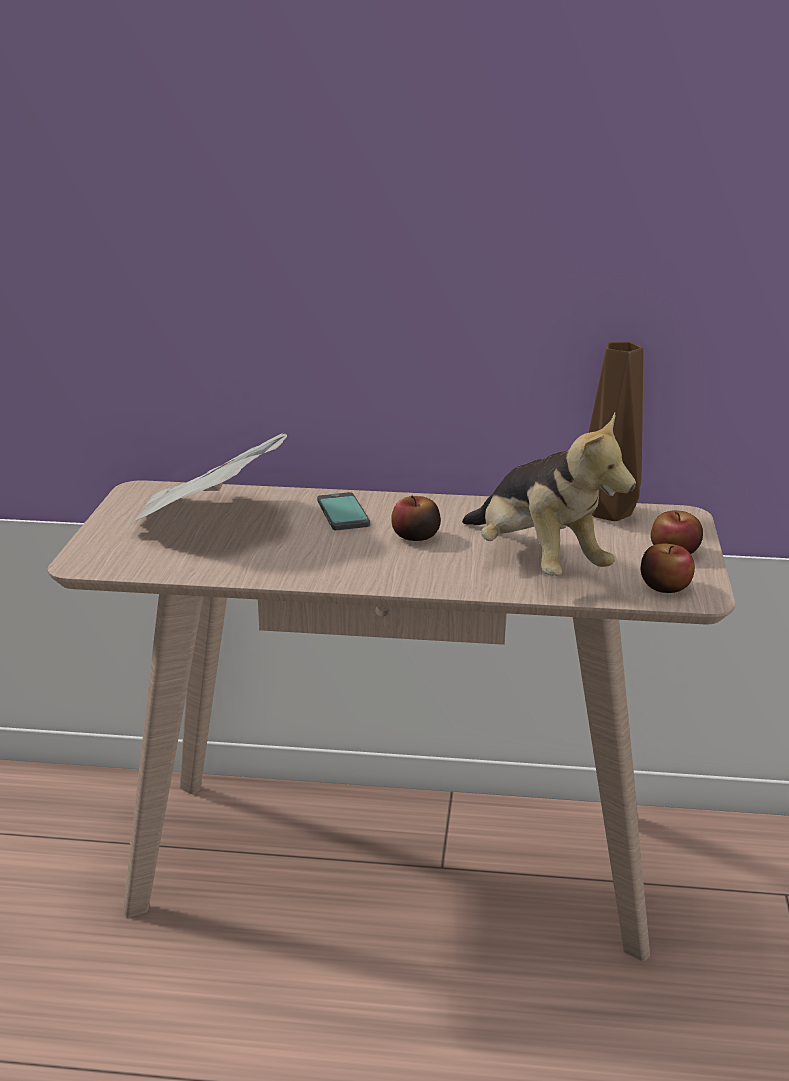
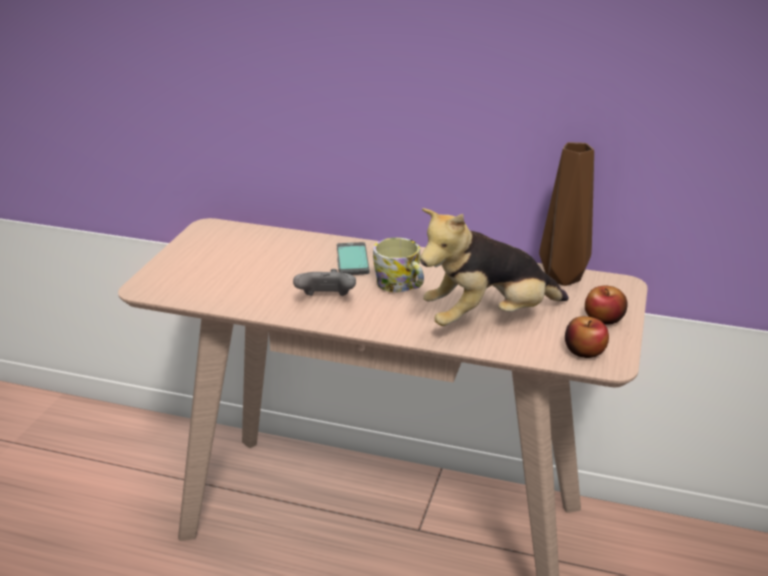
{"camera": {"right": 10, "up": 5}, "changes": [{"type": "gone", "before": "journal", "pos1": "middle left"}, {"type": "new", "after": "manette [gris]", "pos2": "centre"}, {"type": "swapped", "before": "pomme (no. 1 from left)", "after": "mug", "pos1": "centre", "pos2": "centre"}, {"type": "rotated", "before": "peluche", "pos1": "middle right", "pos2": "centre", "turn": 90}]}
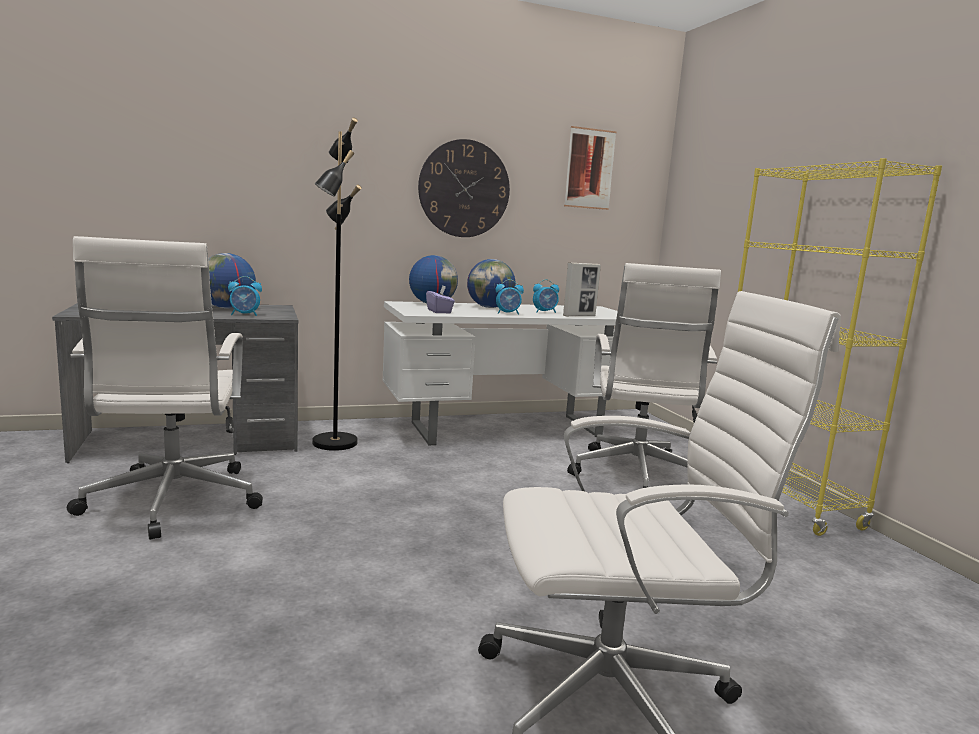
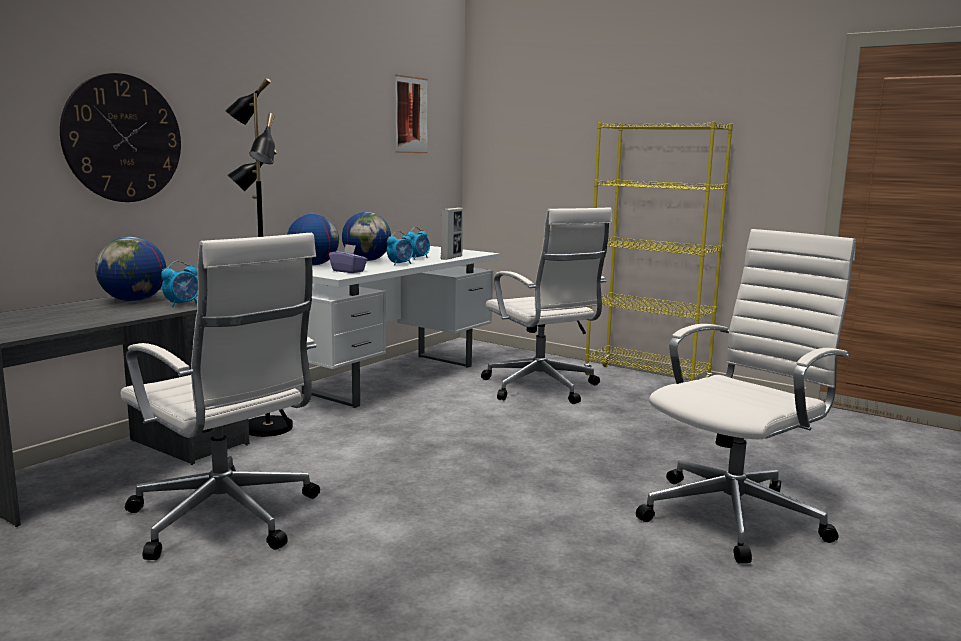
{"camera": {"right": -35, "up": 0}, "changes": [{"type": "shifted", "before": "horloge murale", "pos1": "top centre", "pos2": "top left"}]}
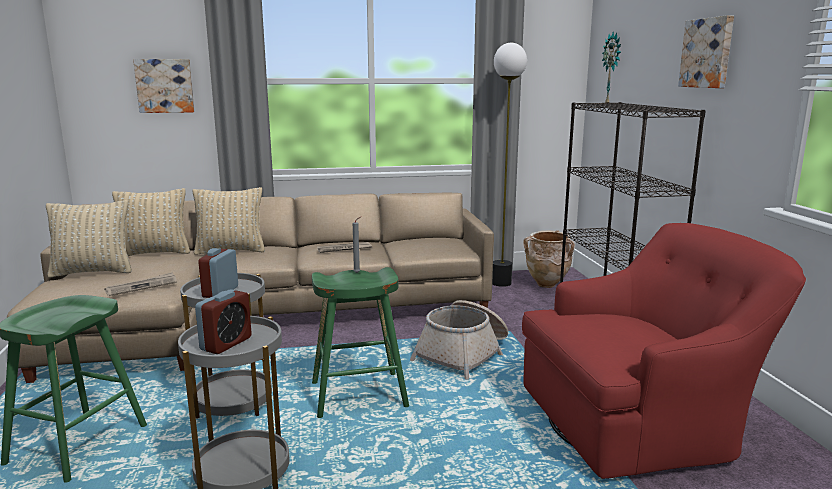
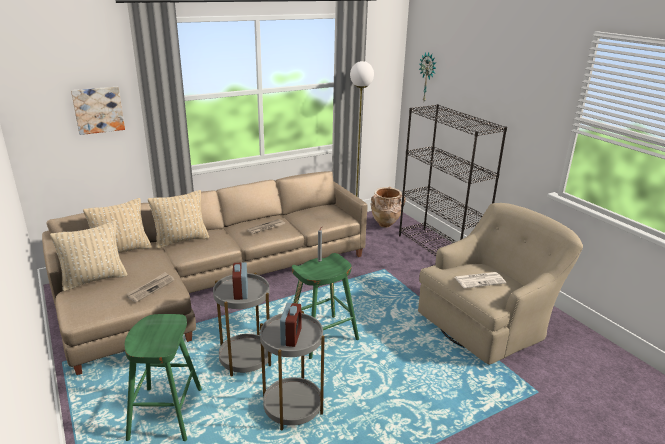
{"camera": {"right": -20, "up": 10}, "changes": [{"type": "gone", "before": "panier", "pos1": "bottom centre"}, {"type": "gone", "before": "tableau (no. 2 from left)", "pos1": "top right"}, {"type": "new", "after": "journal (no. 3 from left)", "pos2": "middle right"}, {"type": "repainted", "before": "fauteuil [rouge]", "after": "fauteuil [beige]", "pos1": "bottom right", "pos2": "middle right"}]}
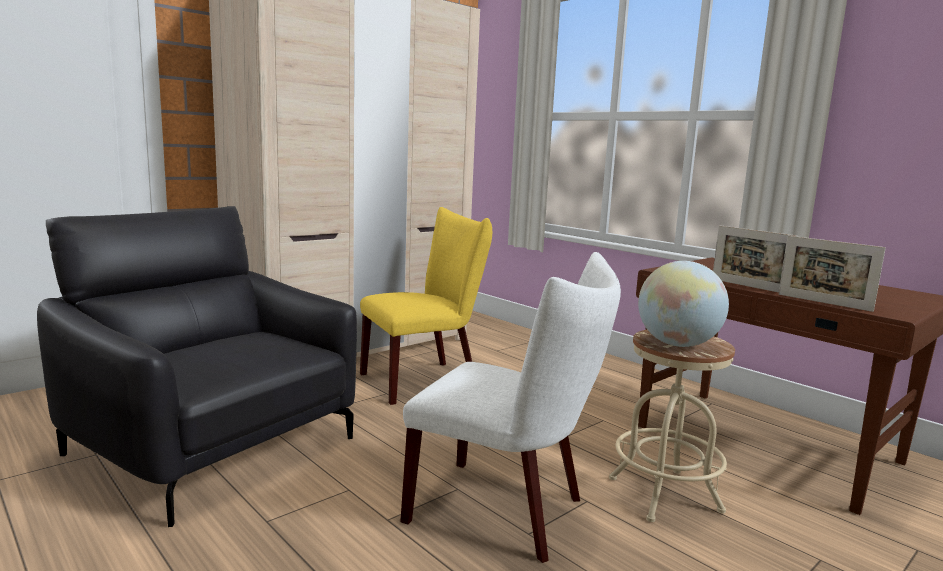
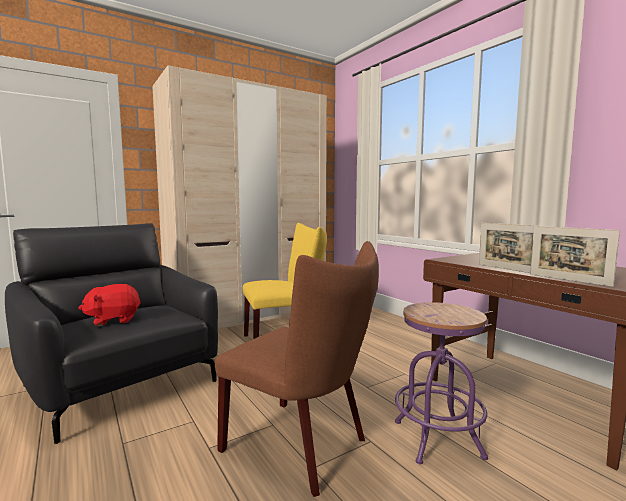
{"camera": {"right": 10, "up": -5}, "changes": [{"type": "gone", "before": "globe", "pos1": "middle right"}, {"type": "new", "after": "peluche [rouge]", "pos2": "middle left"}, {"type": "repainted", "before": "chaise [blanc]", "after": "chaise [marron]", "pos1": "bottom centre", "pos2": "bottom centre"}, {"type": "repainted", "before": "tabouret [beige]", "after": "tabouret [violet]", "pos1": "bottom right", "pos2": "bottom right"}]}
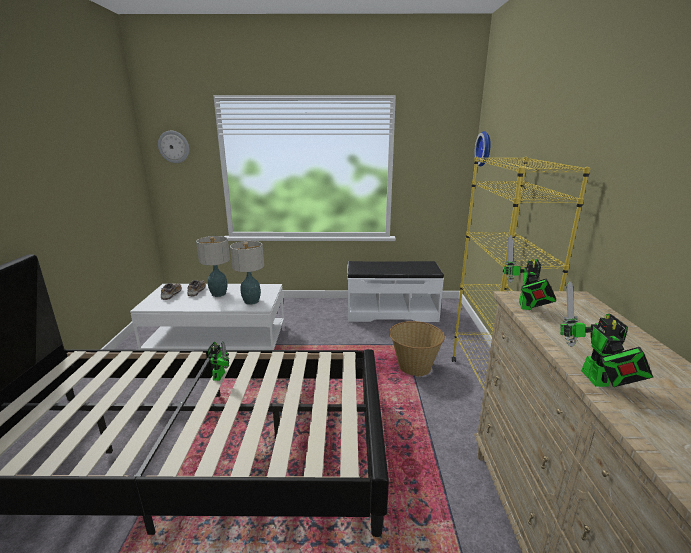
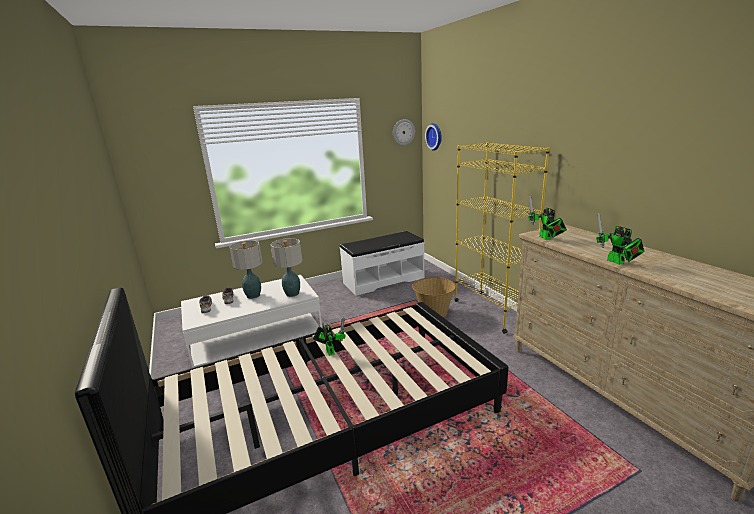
{"camera": {"right": -25, "up": 0}, "changes": [{"type": "shifted", "before": "horloge murale (no. 1 from left)", "pos1": "top left", "pos2": "top centre"}]}
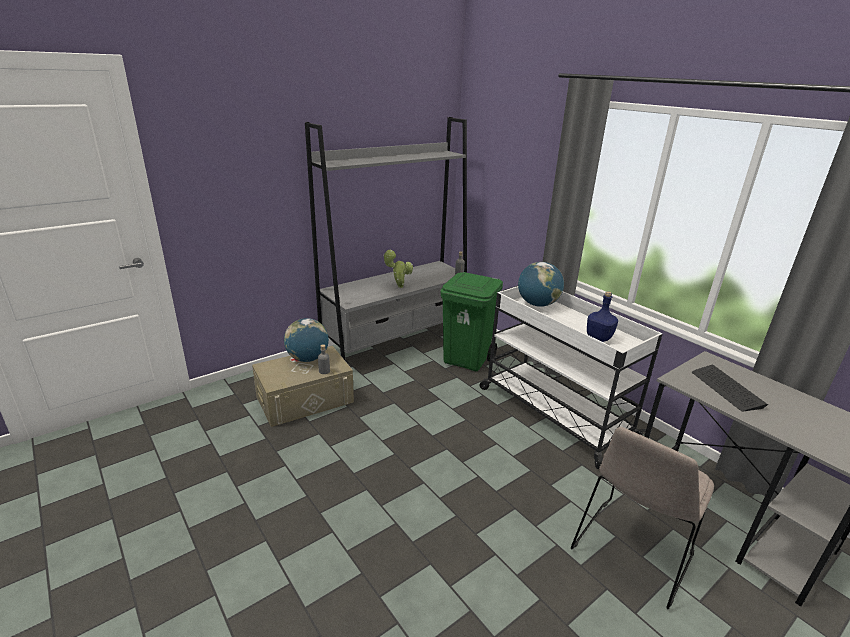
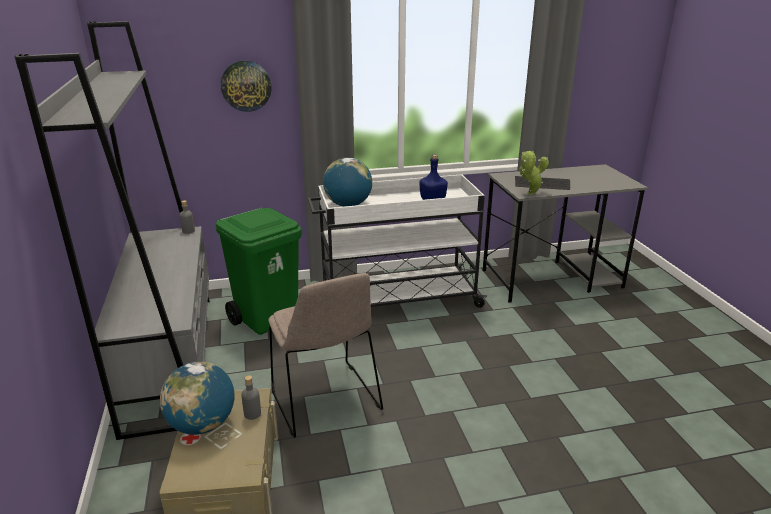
{"camera": {"right": -65, "up": 0}, "changes": [{"type": "new", "after": "horloge murale", "pos2": "top left"}, {"type": "shifted", "before": "plante en pot", "pos1": "centre", "pos2": "middle right"}, {"type": "shifted", "before": "chaise [beige]", "pos1": "bottom right", "pos2": "bottom centre"}]}
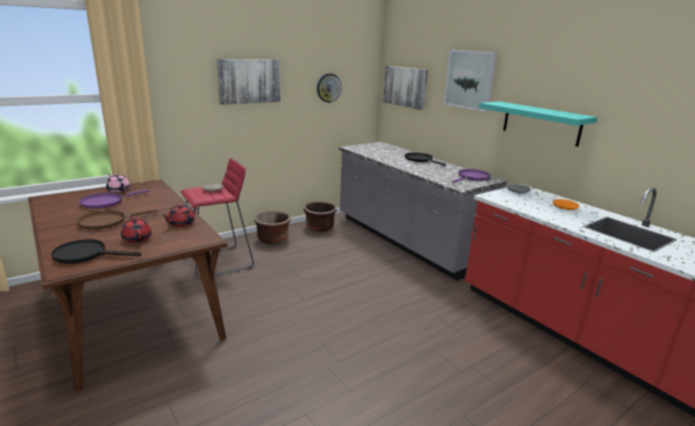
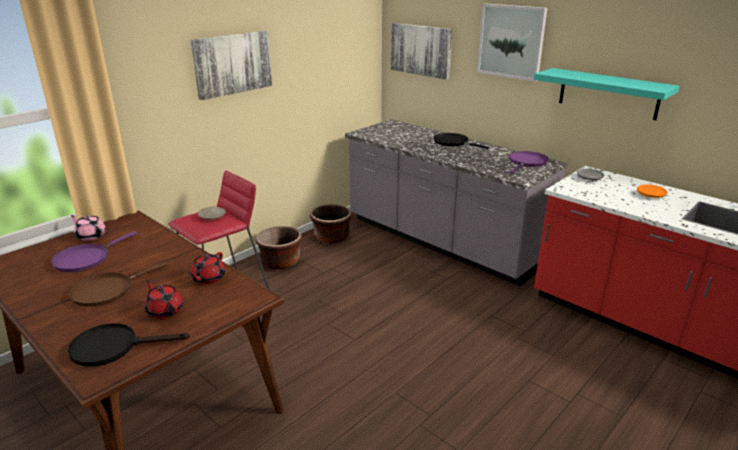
{"camera": {"right": -10, "up": 5}, "changes": [{"type": "gone", "before": "horloge murale", "pos1": "top centre"}]}
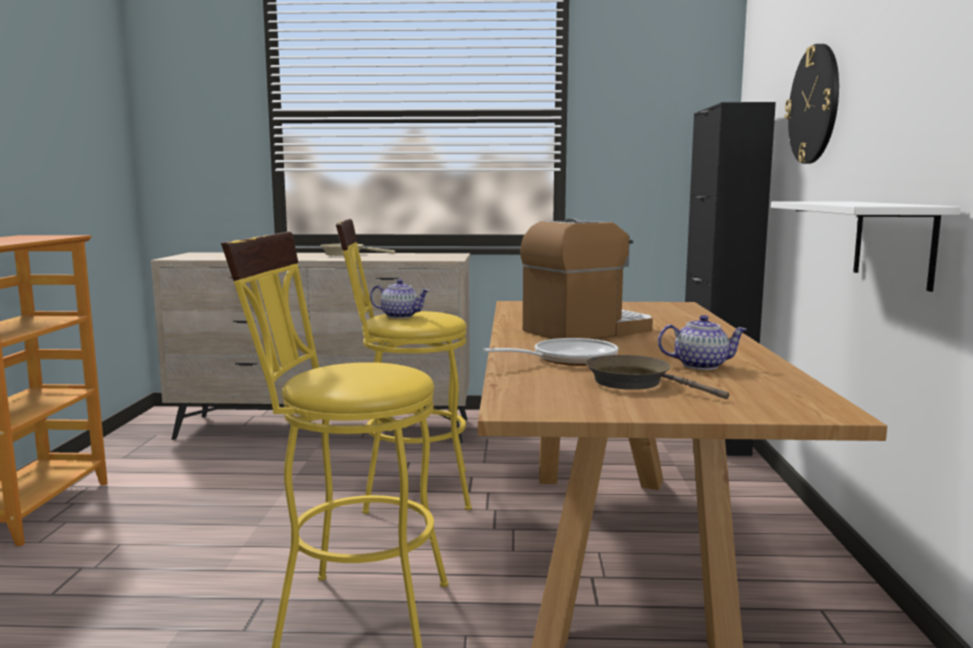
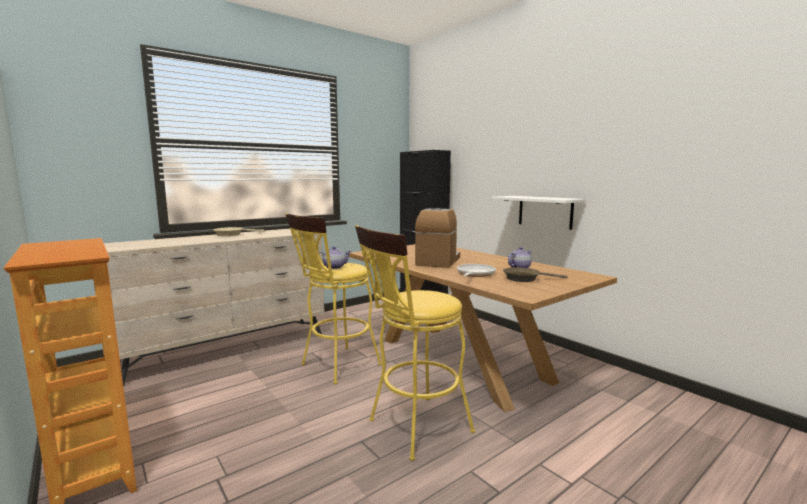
{"camera": {"right": -40, "up": 0}, "changes": [{"type": "gone", "before": "horloge murale", "pos1": "top right"}]}
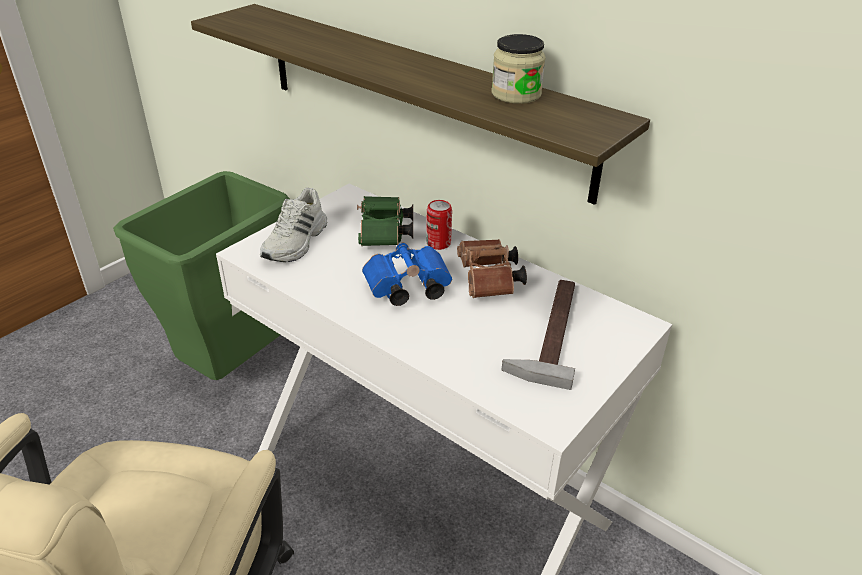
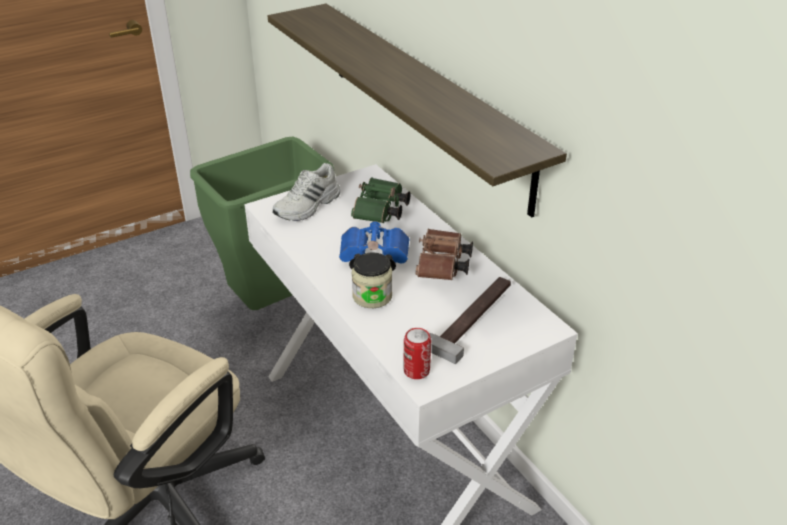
{"camera": {"right": 20, "up": 0}, "changes": [{"type": "shifted", "before": "boîte métallique", "pos1": "centre", "pos2": "bottom centre"}, {"type": "shifted", "before": "bocal", "pos1": "top centre", "pos2": "centre"}]}
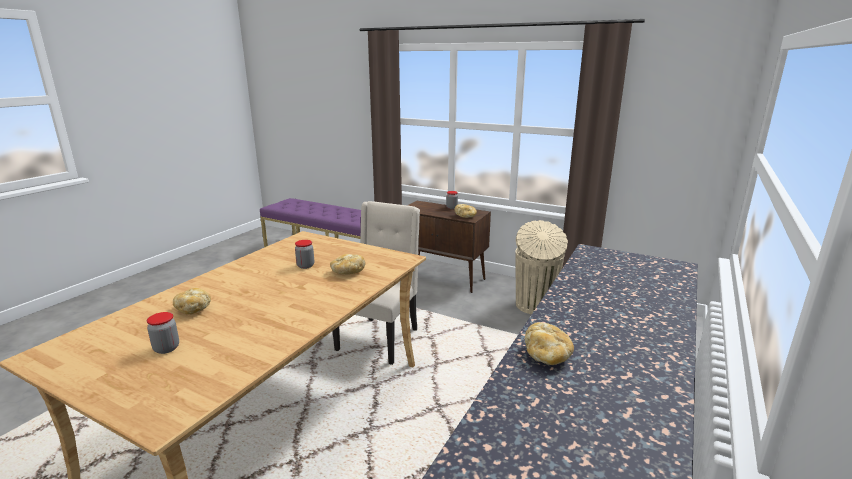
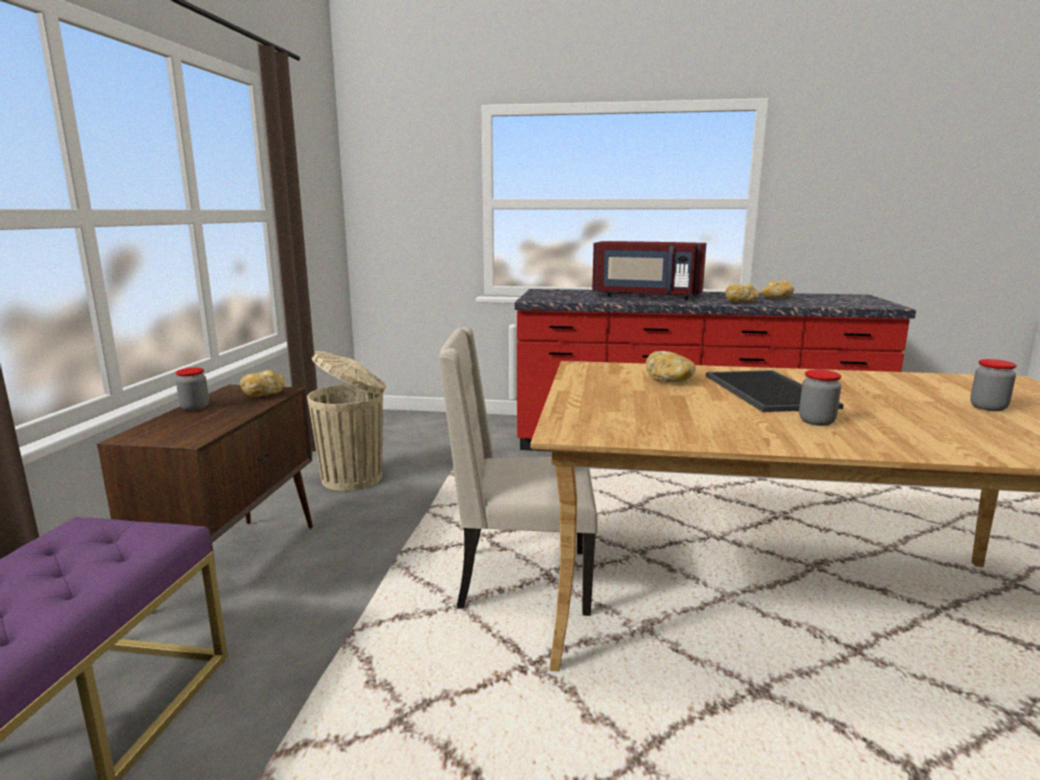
{"camera": {"right": -110, "up": -5}, "changes": [{"type": "new", "after": "micro-ondes [rouge]", "pos2": "centre"}, {"type": "new", "after": "plateau", "pos2": "middle right"}, {"type": "shifted", "before": "pain (no. 1 from left in the first image)", "after": "pain (no. 4 from left)", "pos1": "middle left", "pos2": "middle right"}, {"type": "shifted", "before": "bocal (no. 2 from left)", "pos1": "centre", "pos2": "middle right"}]}
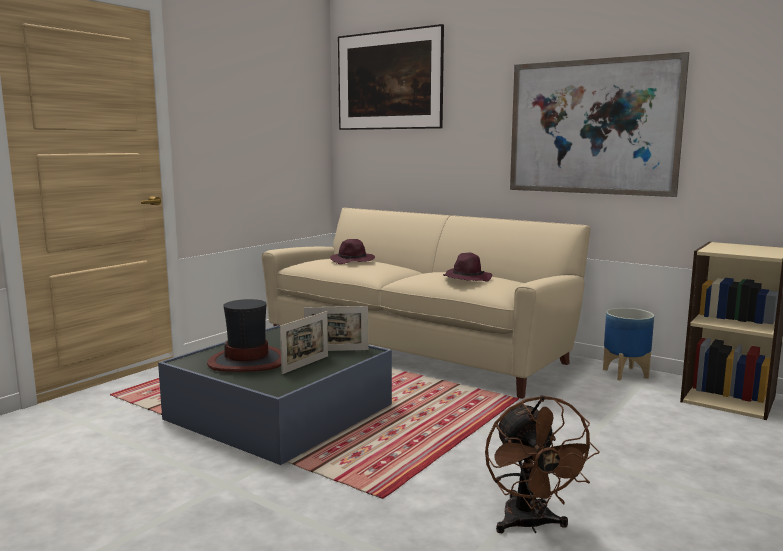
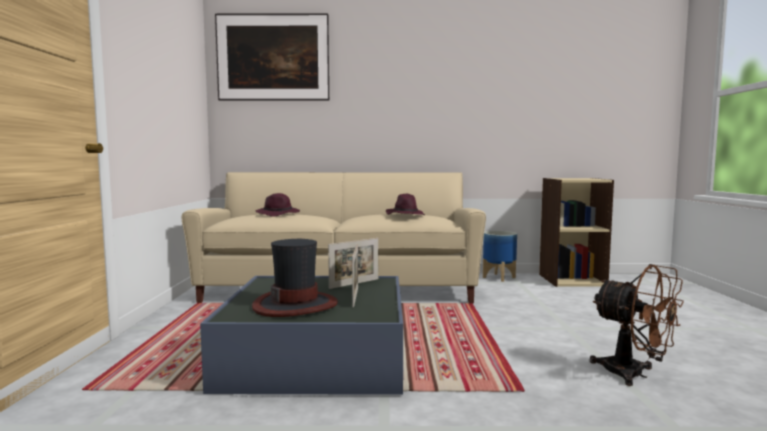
{"camera": {"right": -35, "up": -5}, "changes": [{"type": "gone", "before": "tableau (no. 2 from left)", "pos1": "top right"}]}
